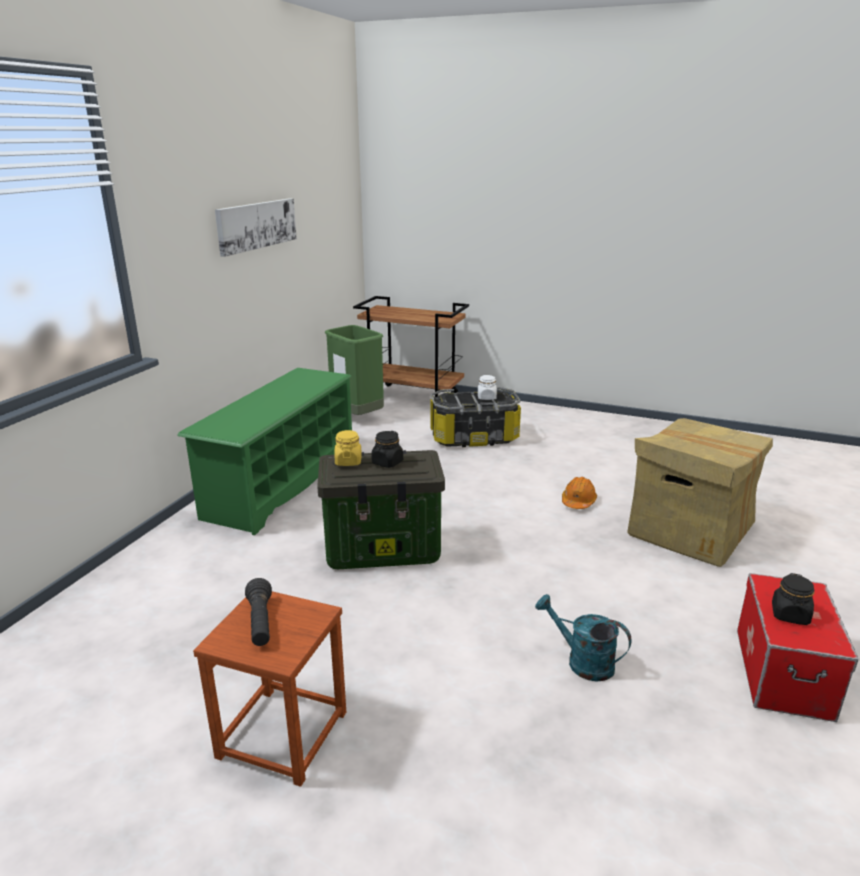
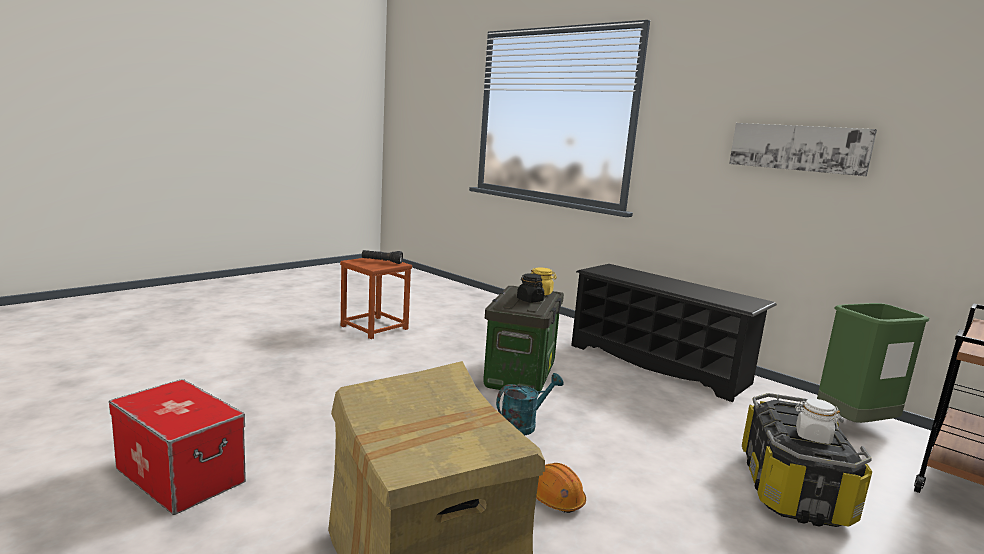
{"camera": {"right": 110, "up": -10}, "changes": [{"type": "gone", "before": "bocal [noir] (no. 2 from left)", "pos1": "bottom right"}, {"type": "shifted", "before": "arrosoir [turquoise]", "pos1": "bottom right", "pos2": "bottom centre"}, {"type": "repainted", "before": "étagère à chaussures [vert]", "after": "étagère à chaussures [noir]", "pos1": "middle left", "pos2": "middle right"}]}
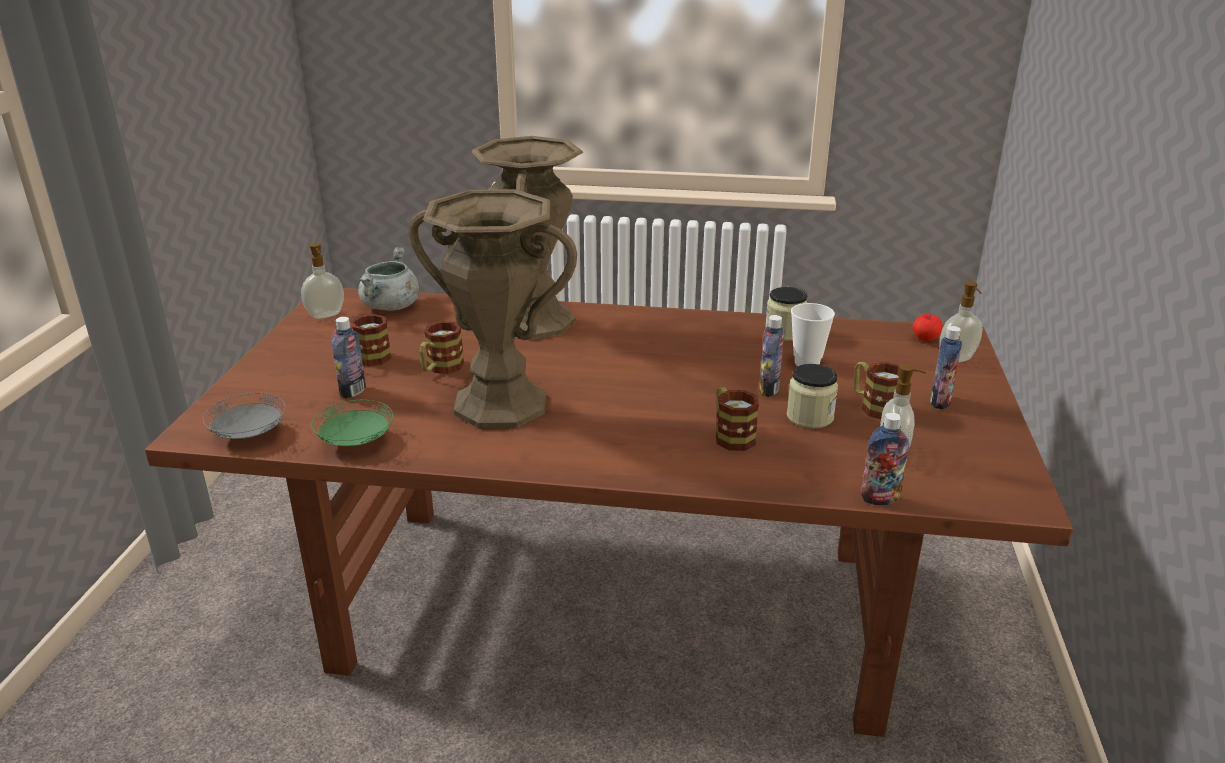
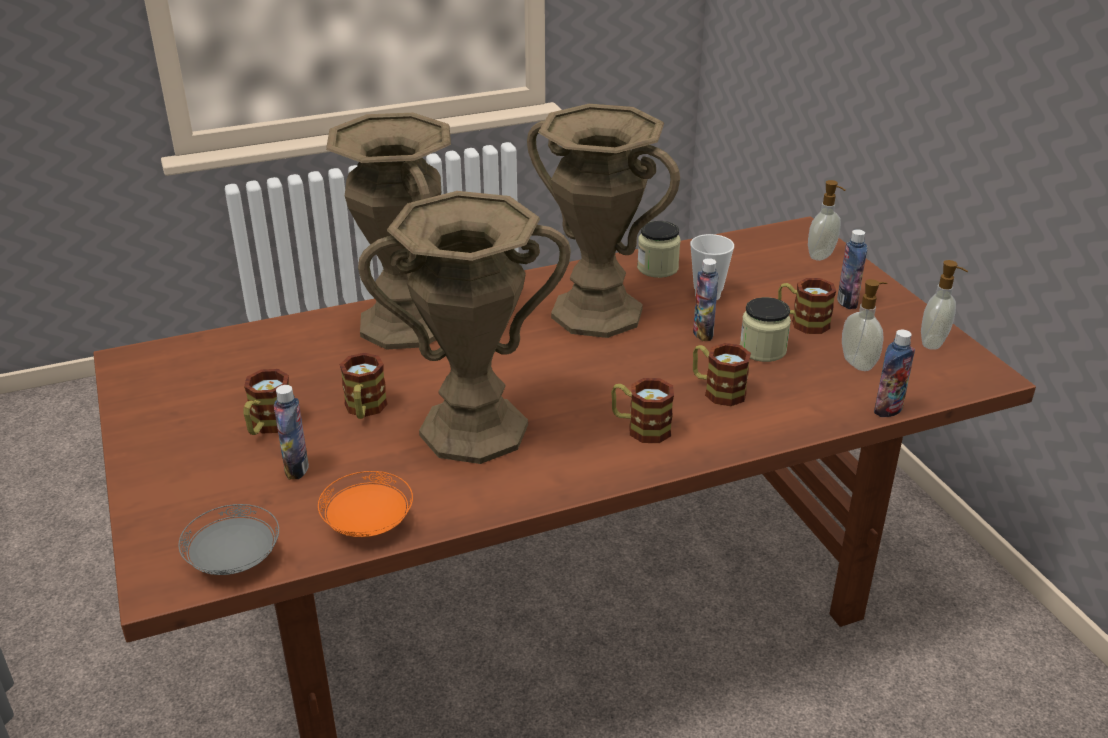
{"camera": {"right": -30, "up": 5}, "changes": [{"type": "gone", "before": "marmite [gris]", "pos1": "middle left"}, {"type": "gone", "before": "pomme", "pos1": "middle right"}, {"type": "new", "after": "vase [marron] (no. 3 from left)", "pos2": "top centre"}, {"type": "new", "after": "mug (no. 3 from left)", "pos2": "centre"}, {"type": "shifted", "before": "distributeur de savon (no. 1 from left in the first image)", "after": "distributeur de savon (no. 3 from left)", "pos1": "middle left", "pos2": "middle right"}, {"type": "repainted", "before": "assiette [vert]", "after": "assiette [orange]", "pos1": "middle left", "pos2": "bottom left"}]}
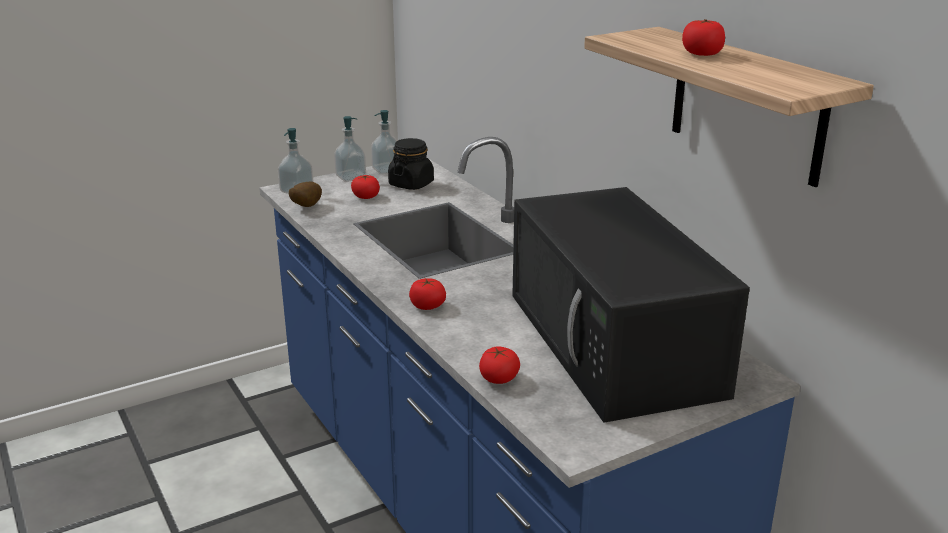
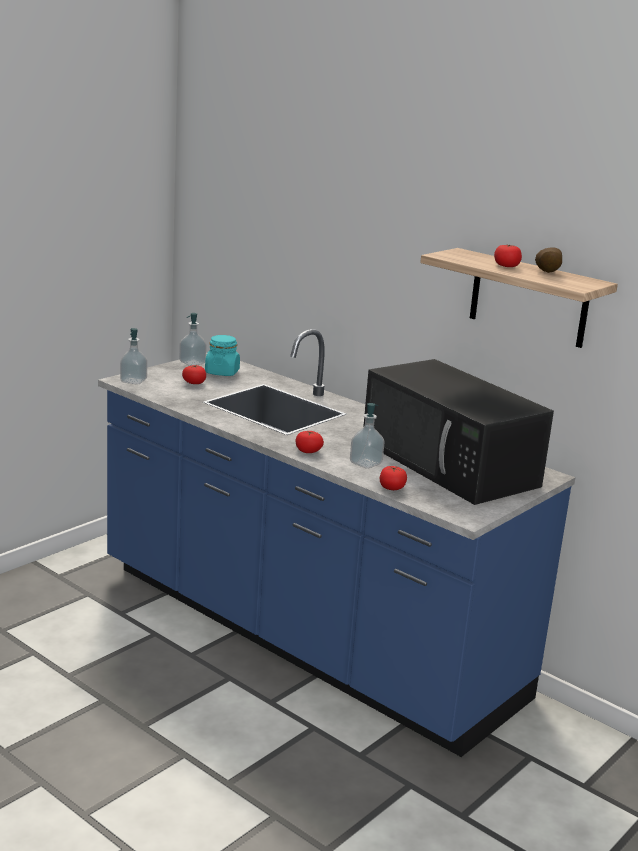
{"camera": {"right": -20, "up": -5}, "changes": [{"type": "shifted", "before": "pomme de terre", "pos1": "middle left", "pos2": "top right"}, {"type": "shifted", "before": "distributeur de savon (no. 2 from left in the first image)", "after": "distributeur de savon (no. 3 from left)", "pos1": "top centre", "pos2": "centre"}, {"type": "repainted", "before": "bocal [noir]", "after": "bocal [turquoise]", "pos1": "top centre", "pos2": "centre"}]}
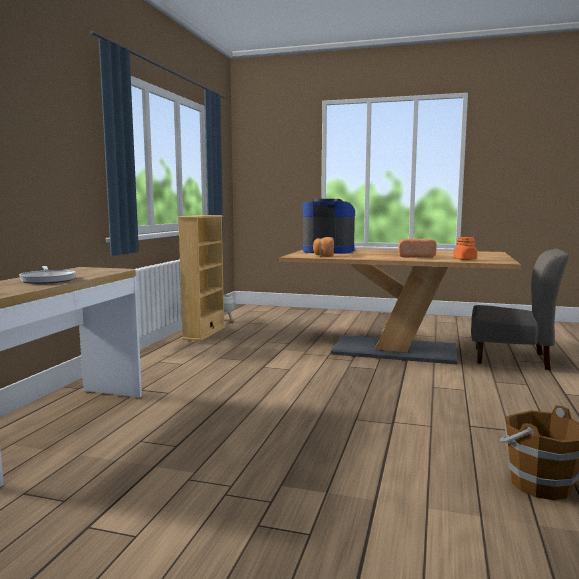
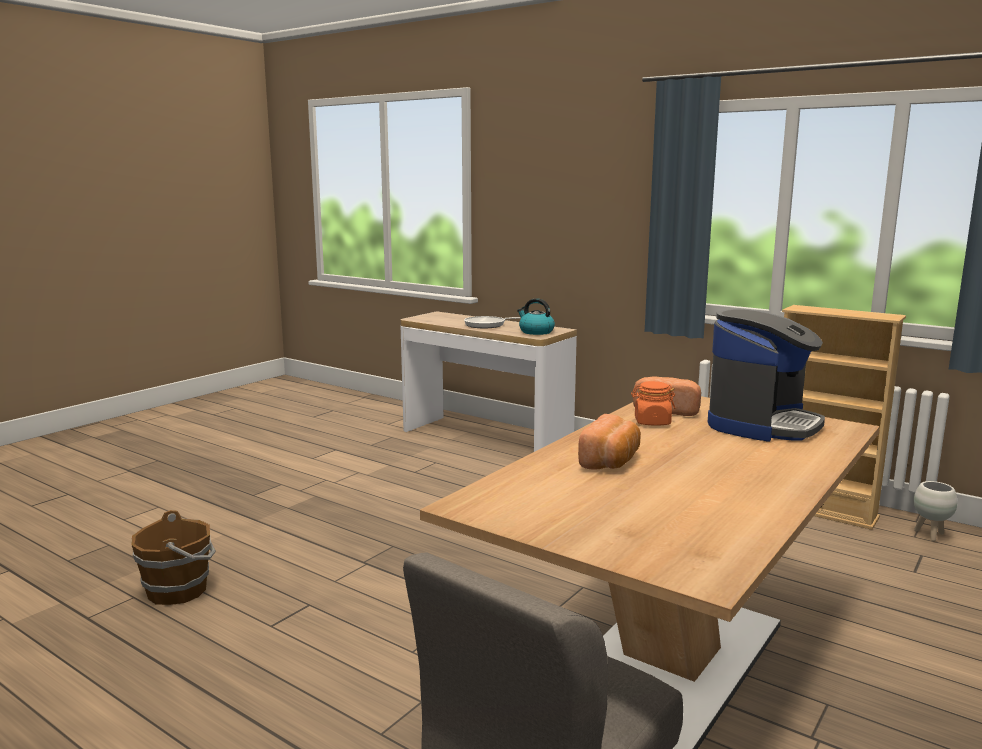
{"camera": {"right": 110, "up": 5}, "changes": [{"type": "new", "after": "bouilloire", "pos2": "centre"}, {"type": "shifted", "before": "bocal [orange]", "pos1": "middle right", "pos2": "centre"}]}
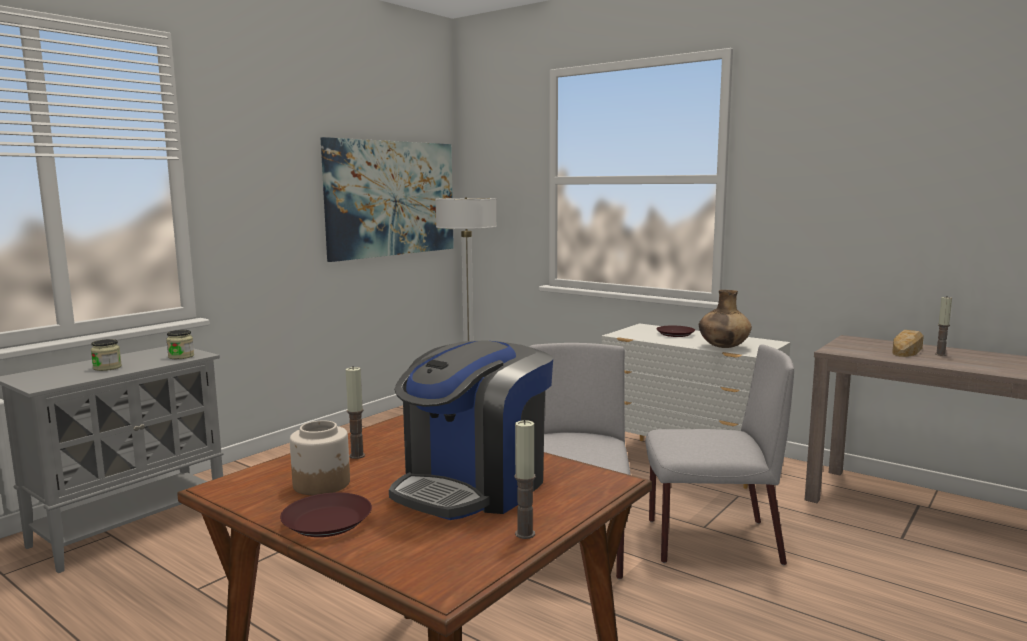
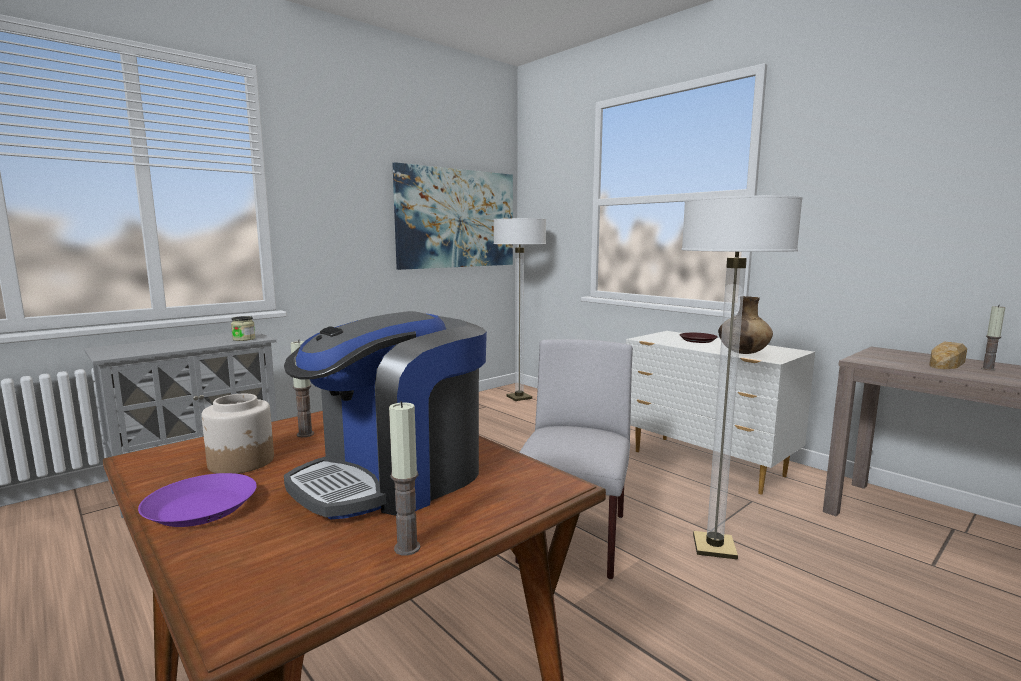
{"camera": {"right": 10, "up": 0}, "changes": [{"type": "gone", "before": "bocal (no. 1 from left)", "pos1": "middle left"}, {"type": "swapped", "before": "chaise [gris] (no. 2 from left)", "after": "lampadaire (no. 2 from left)", "pos1": "bottom right", "pos2": "middle right"}, {"type": "repainted", "before": "assiette [marron] (no. 1 from left)", "after": "assiette [violet]", "pos1": "bottom left", "pos2": "bottom left"}]}
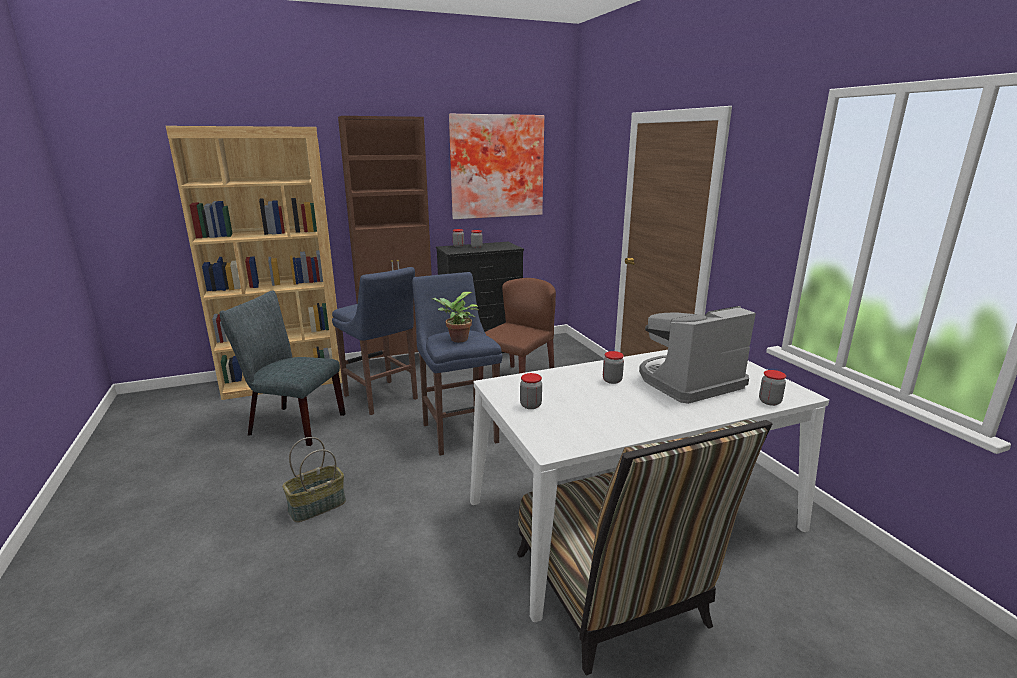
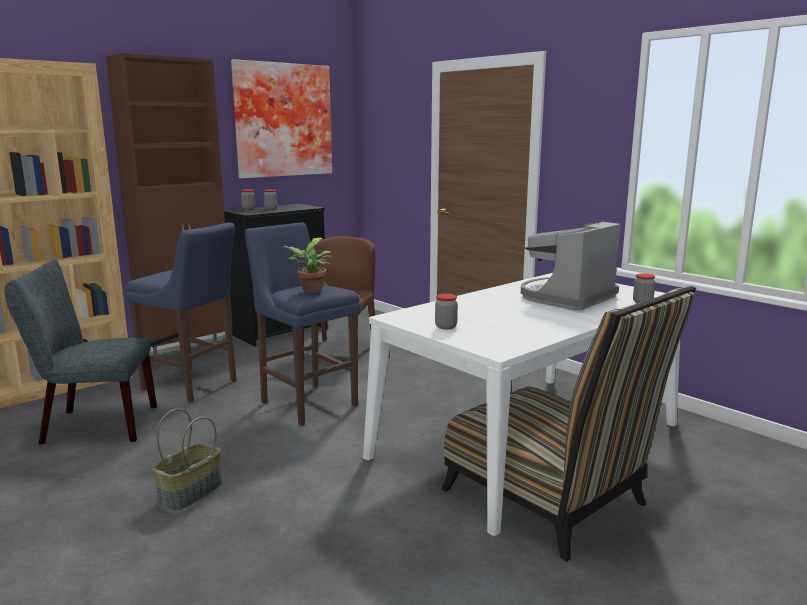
{"camera": {"right": -20, "up": -5}, "changes": [{"type": "gone", "before": "bocal (no. 4 from left)", "pos1": "centre"}]}
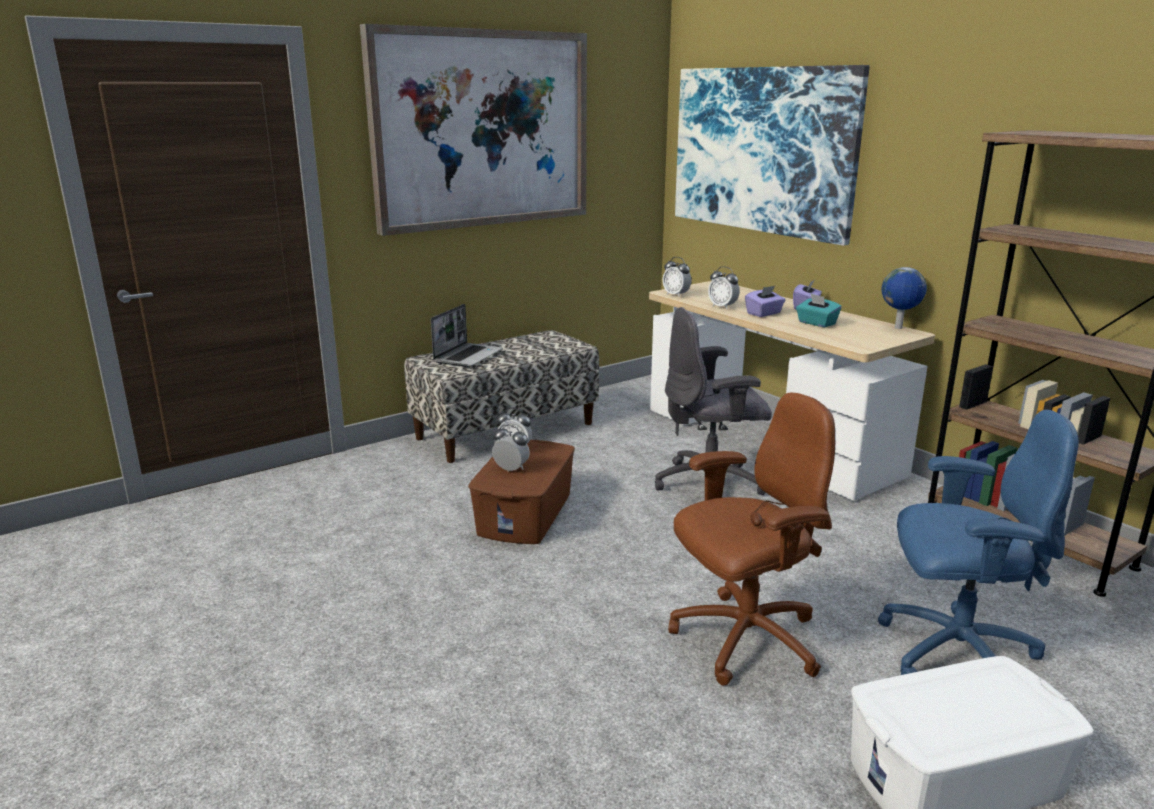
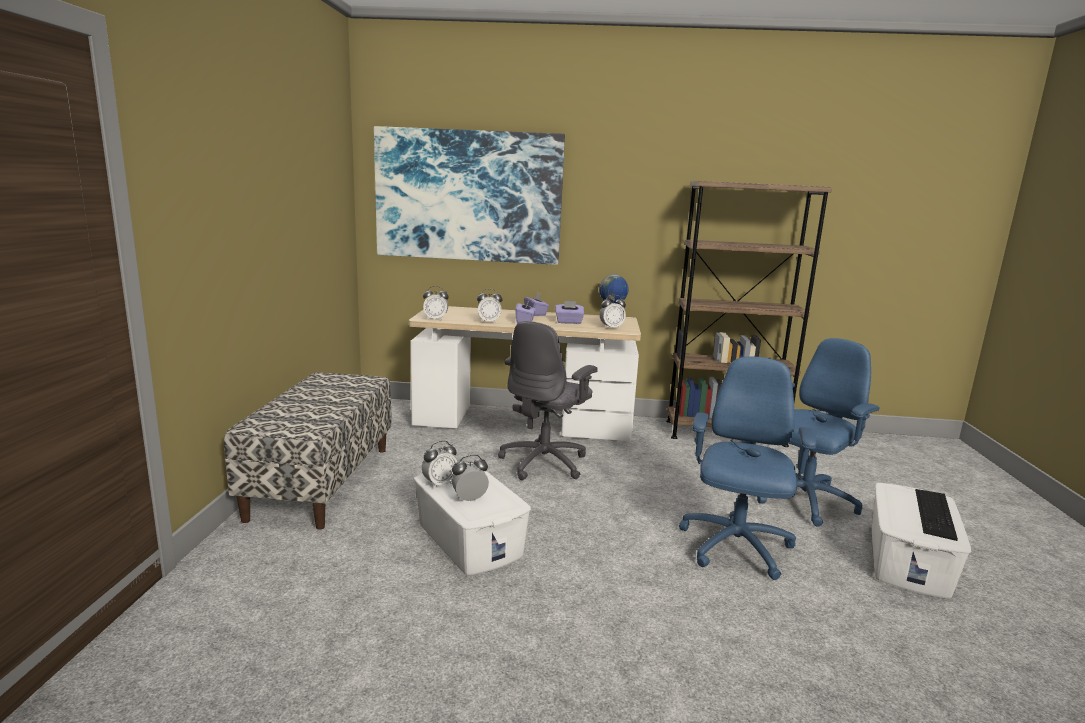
{"camera": {"right": -50, "up": -5}, "changes": [{"type": "gone", "before": "tableau (no. 1 from left)", "pos1": "top centre"}, {"type": "gone", "before": "ordinateur portable", "pos1": "centre"}, {"type": "new", "after": "réveil (no. 5 from left)", "pos2": "centre"}, {"type": "new", "after": "clavier", "pos2": "bottom right"}, {"type": "repainted", "before": "boîte de rangement [marron]", "after": "boîte de rangement [blanc] (no. 1 from left)", "pos1": "centre", "pos2": "bottom centre"}, {"type": "repainted", "before": "chaise de bureau [marron]", "after": "chaise de bureau [bleu] (no. 1 from left)", "pos1": "centre", "pos2": "middle right"}, {"type": "repainted", "before": "boîte à mouchoirs [turquoise]", "after": "boîte à mouchoirs [violet] (no. 3 from left)", "pos1": "middle right", "pos2": "centre"}]}
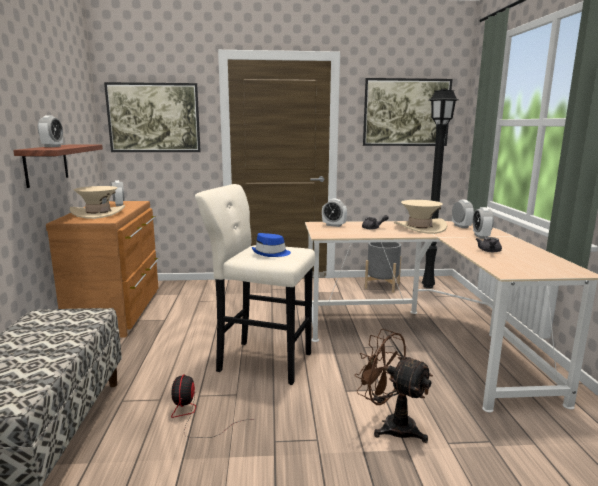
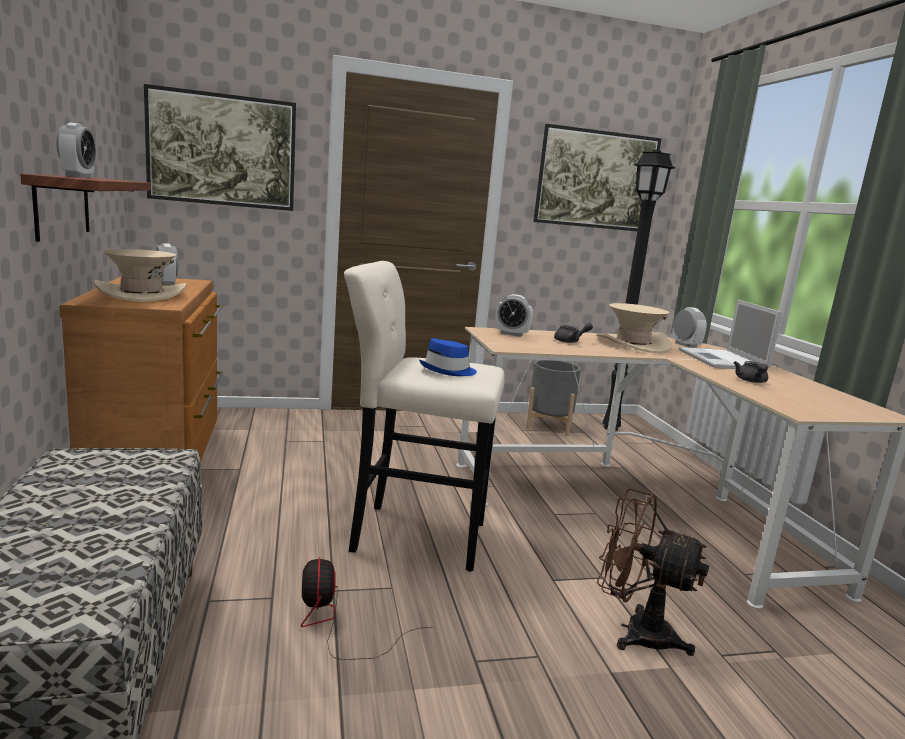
{"camera": {"right": -10, "up": 0}, "changes": [{"type": "swapped", "before": "réveil (no. 5 from left)", "after": "ordinateur portable", "pos1": "middle right", "pos2": "middle right"}]}
